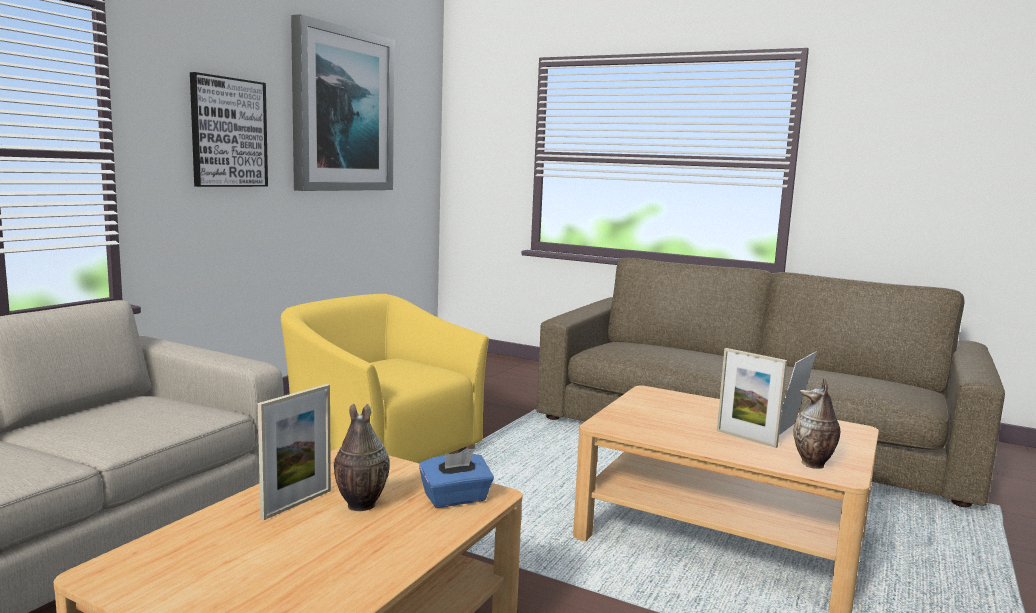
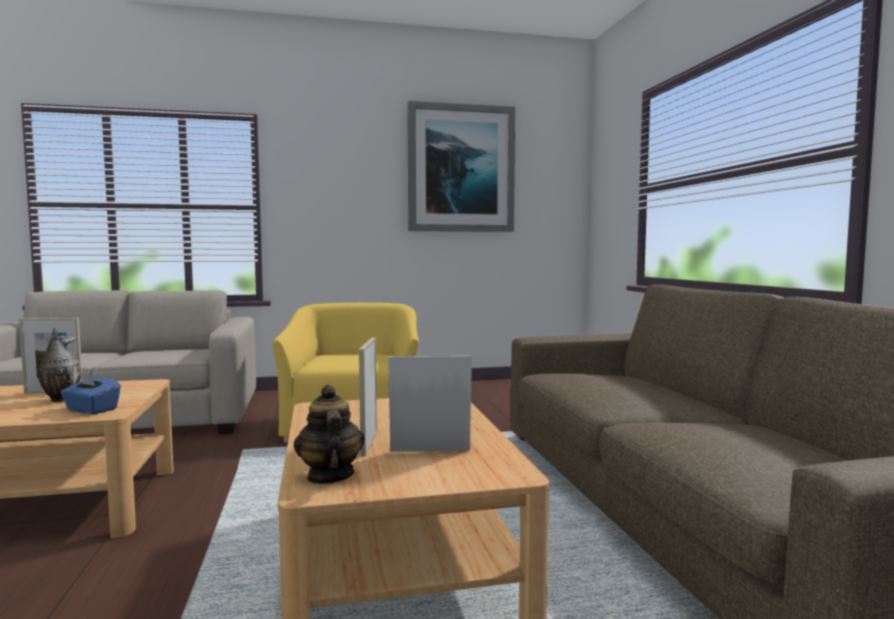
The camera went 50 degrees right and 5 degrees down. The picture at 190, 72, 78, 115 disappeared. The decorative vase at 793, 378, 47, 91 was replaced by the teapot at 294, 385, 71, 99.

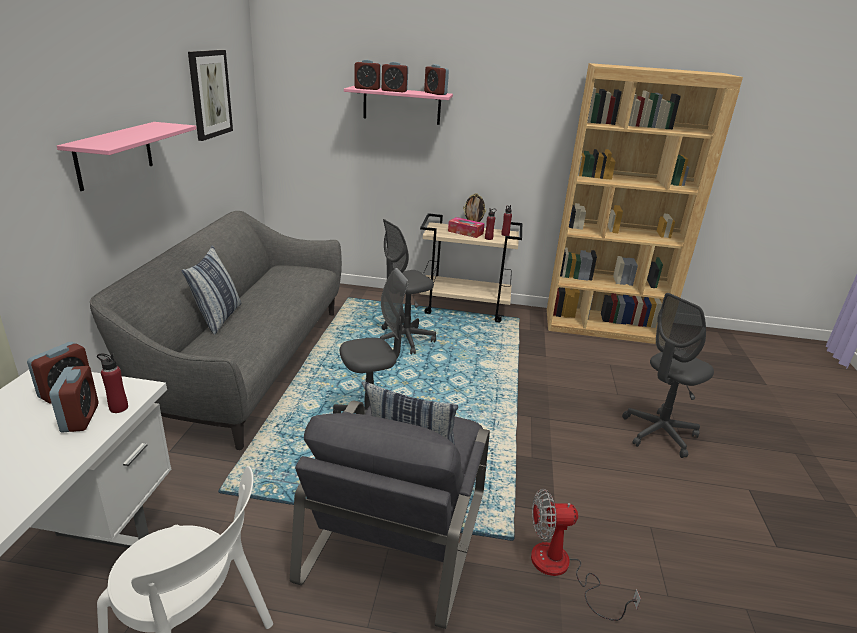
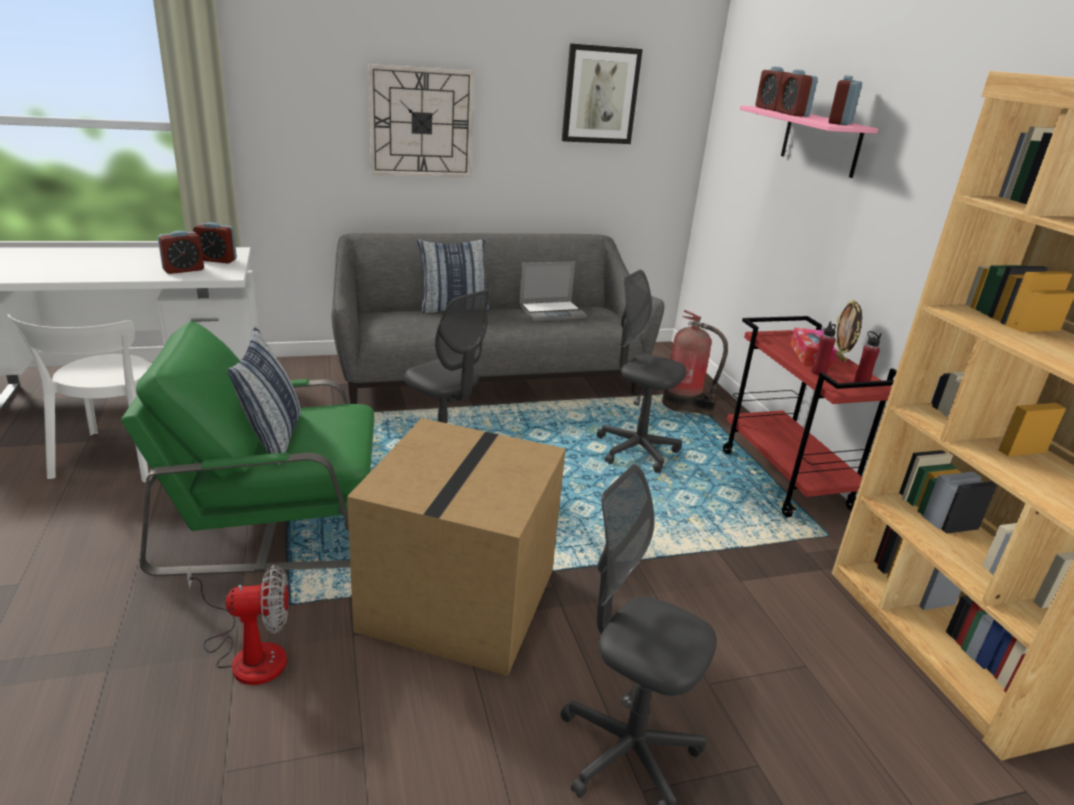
The camera went 65 degrees right and 0 degrees up. The shelf/pink-coloured at 57, 122, 140, 69 was replaced by the clock on the wall at 368, 64, 106, 113. The cart/beige at 419, 213, 103, 110 became the cart/reddish at 723, 316, 174, 202. The bottle/reddish at 97, 353, 31, 60 disappeared. The armchair/grey at 290, 400, 200, 229 became the armchair/green at 121, 321, 253, 255. The cooling fan at 531, 489, 110, 132 turned 105 degrees clockwise. The laptop at 519, 261, 68, 60 appeared. The fire extinguisher at 662, 310, 66, 106 appeared. The carton at 347, 418, 219, 258 appeared.

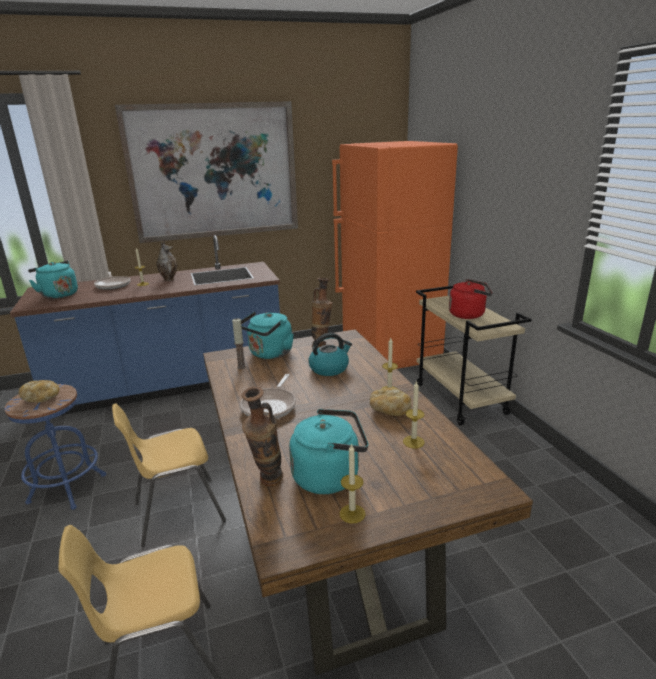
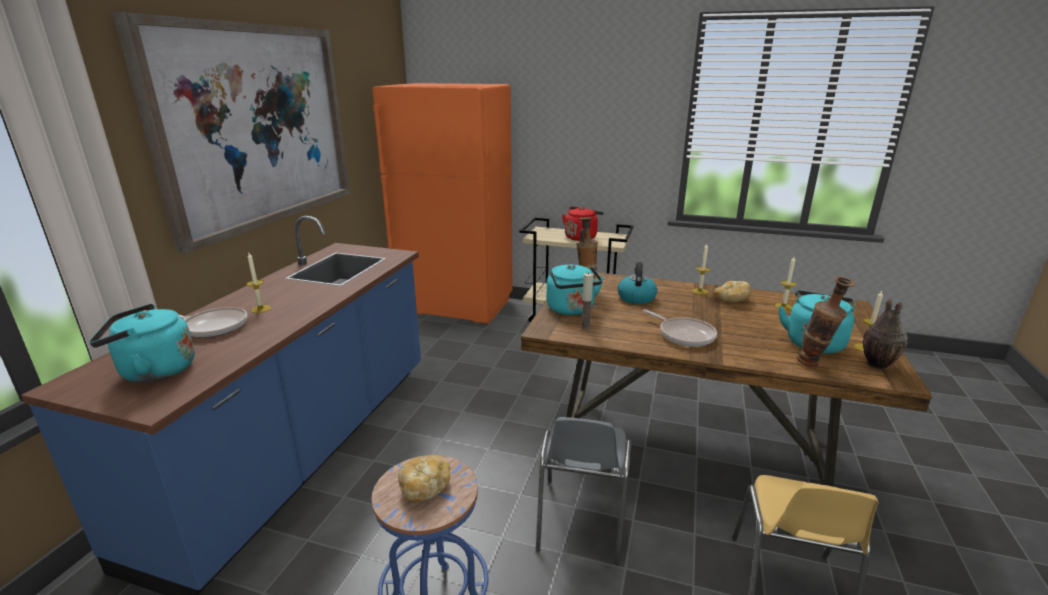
The camera went 55 degrees left and 0 degrees up. The decorative vase moved from 157, 240, 20, 41 to 863, 299, 45, 71. The plain chair/yellow-coloured at 112, 403, 114, 144 became the plain chair/grey at 536, 417, 95, 148.

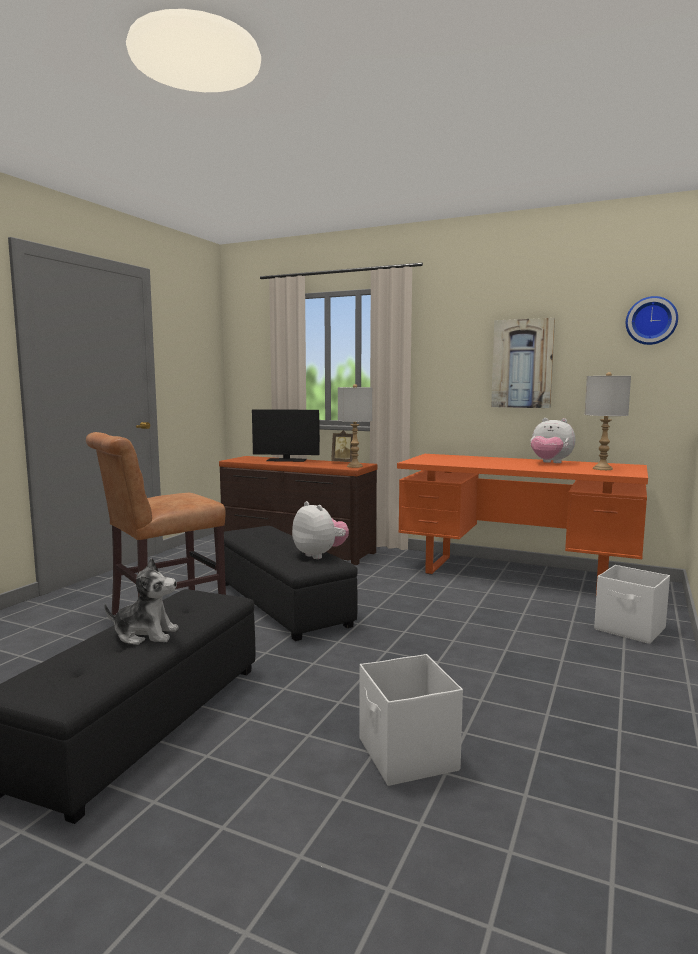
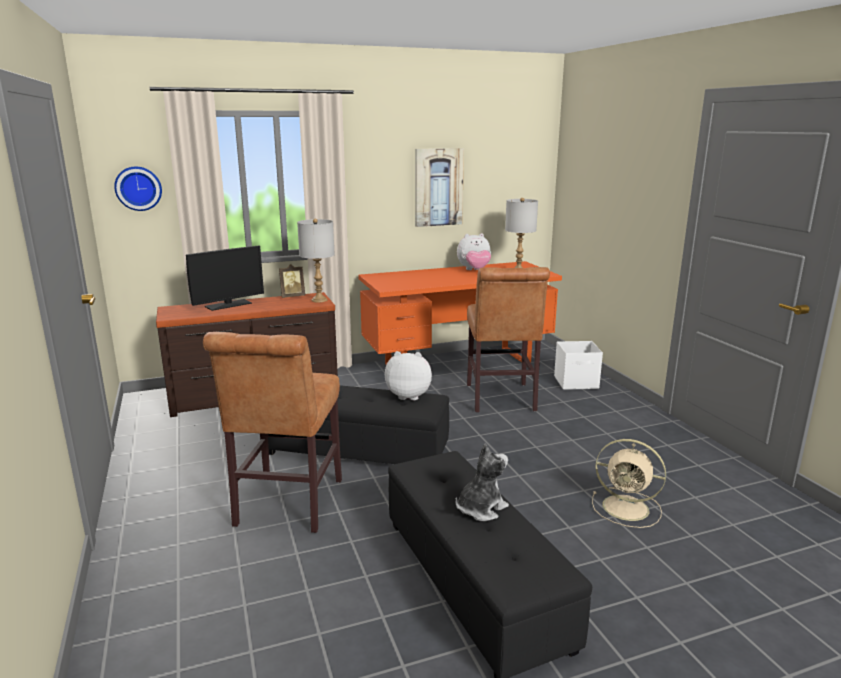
The camera went 45 degrees left and 10 degrees up. The clock on the wall moved from 626, 296, 52, 49 to 114, 167, 48, 44. The storage container/white-coloured at 359, 654, 104, 132 was replaced by the cooling fan/beige at 592, 439, 74, 89. The plain chair/brown at 467, 267, 83, 145 appeared.

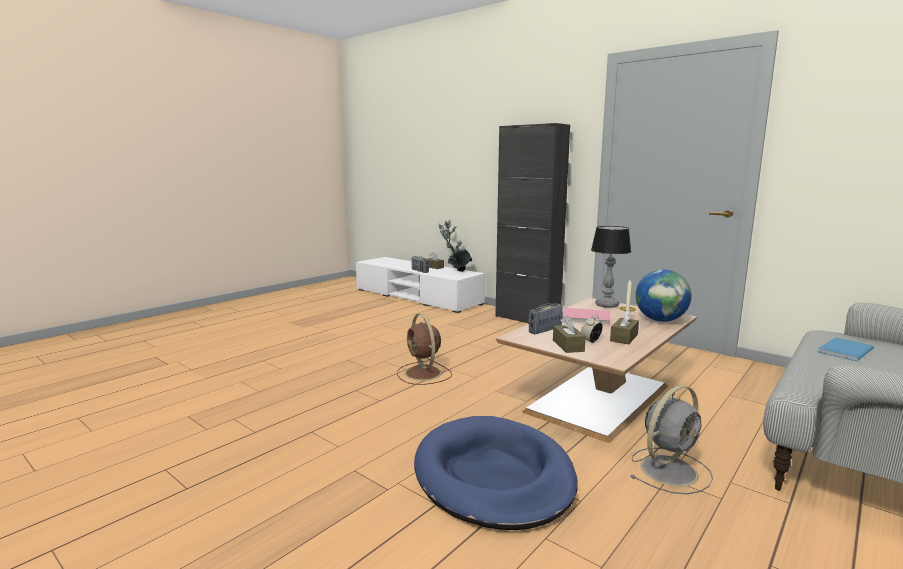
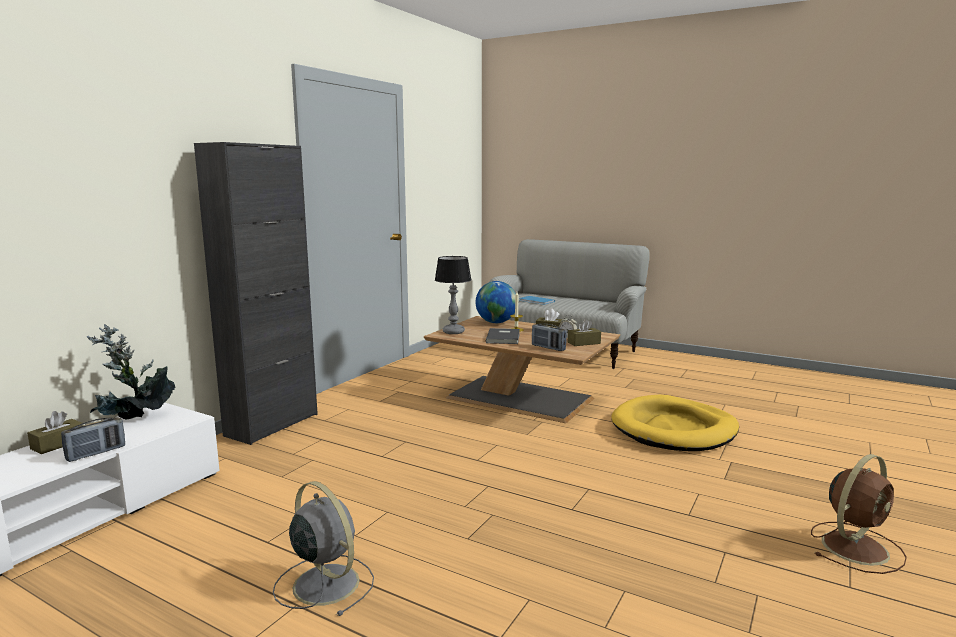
The camera went 100 degrees left and 0 degrees up. The book/pink-coloured at 562, 308, 49, 17 became the book/grey at 486, 328, 34, 16. The cooling fan/brown moved from 397, 313, 55, 72 to 811, 454, 96, 120. The cooling fan/grey moved from 631, 385, 82, 109 to 273, 481, 101, 135. The dog cushion/blue-coloured at 414, 416, 163, 114 became the dog cushion/yellow-coloured at 611, 395, 128, 56.

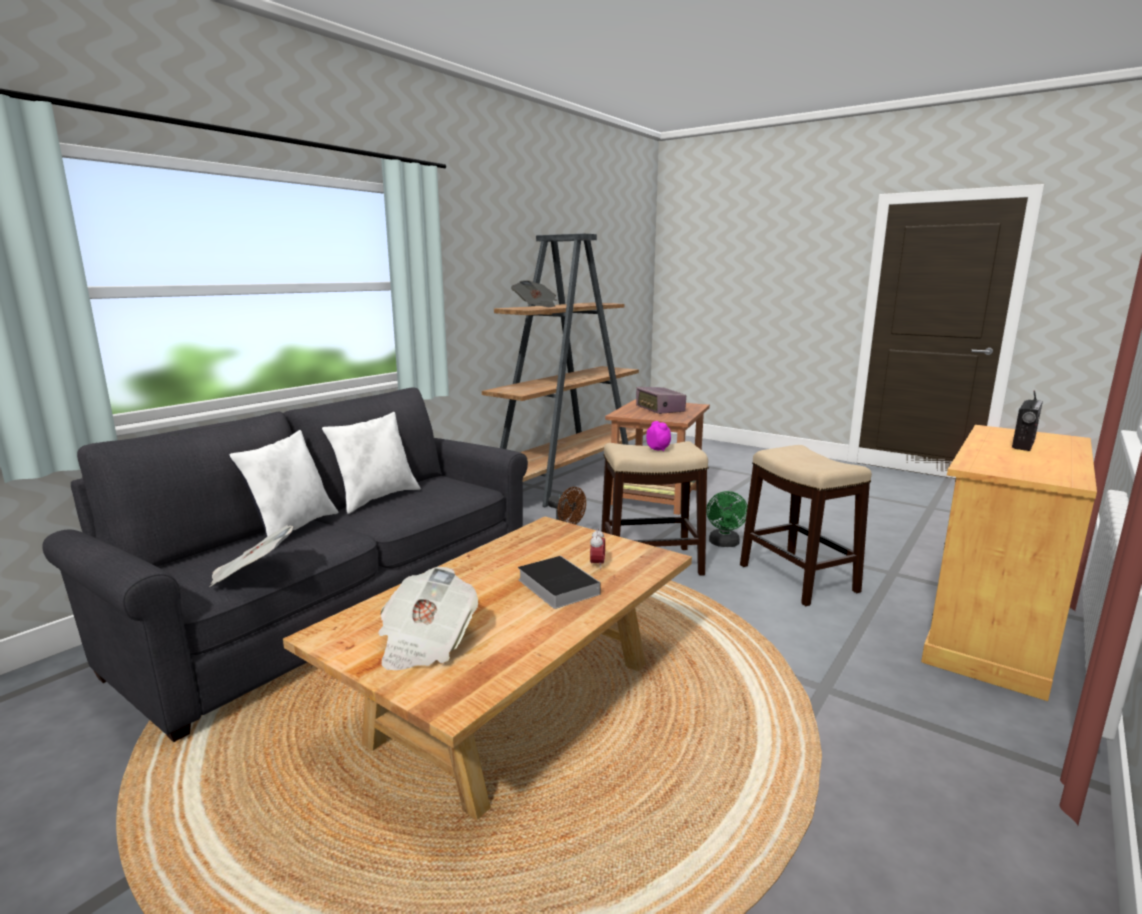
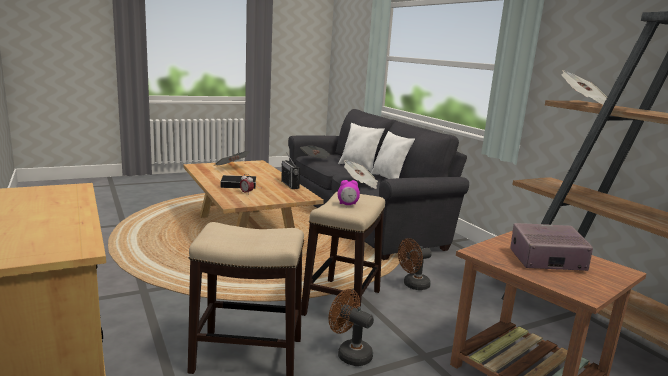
The camera went 115 degrees right and 0 degrees up. The radio moved from 1012, 390, 31, 61 to 281, 152, 19, 37. The cooling fan/green at 706, 491, 42, 56 became the cooling fan/brown at 329, 289, 45, 77. The newspaper at 344, 160, 34, 29 appeared.

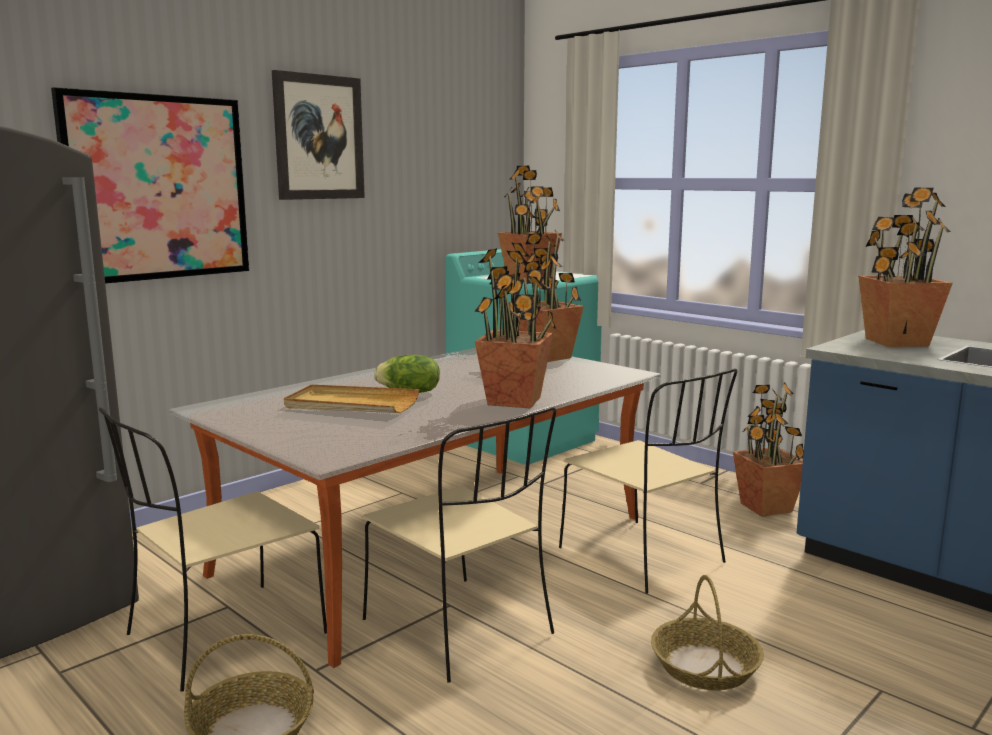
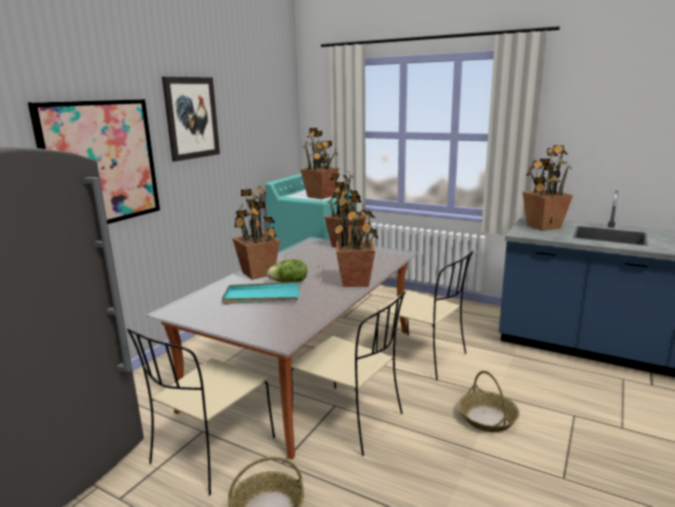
The camera went 15 degrees left and 5 degrees up. The potted plant moved from 733, 382, 71, 135 to 232, 186, 48, 94. The serving tray/beige at 284, 384, 135, 29 became the serving tray/blue-green at 222, 282, 78, 22.

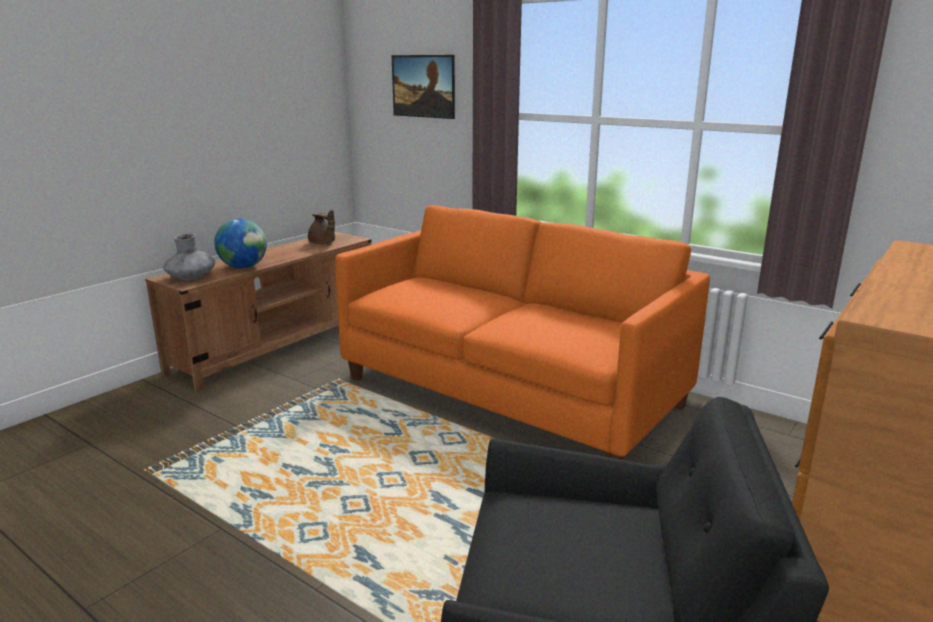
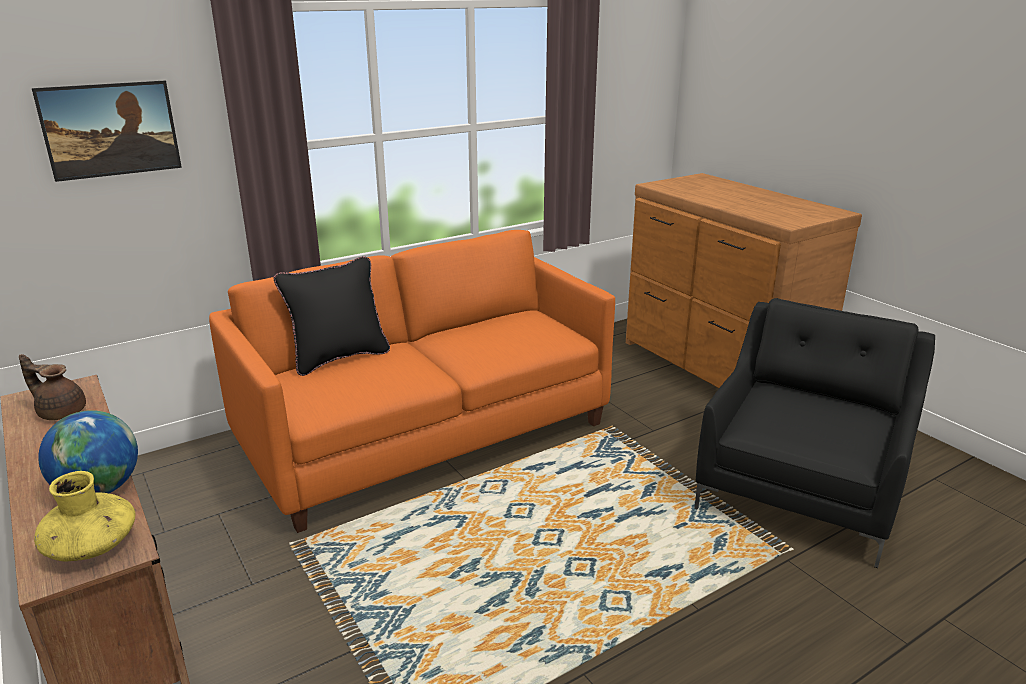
The camera went 70 degrees left and 5 degrees up. The teapot/brown at 308, 210, 27, 34 turned 135 degrees counterclockwise. The decorative vase/grey at 163, 233, 52, 47 became the decorative vase/yellow-coloured at 34, 471, 102, 90. The throw pillow/black-coloured at 273, 256, 117, 120 appeared.

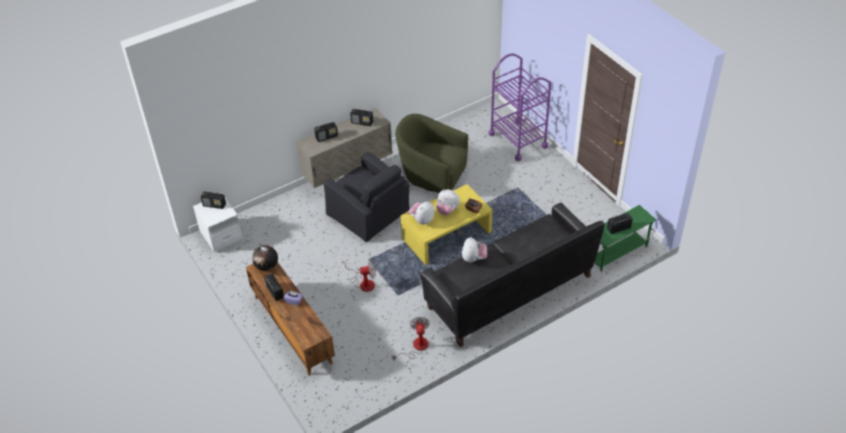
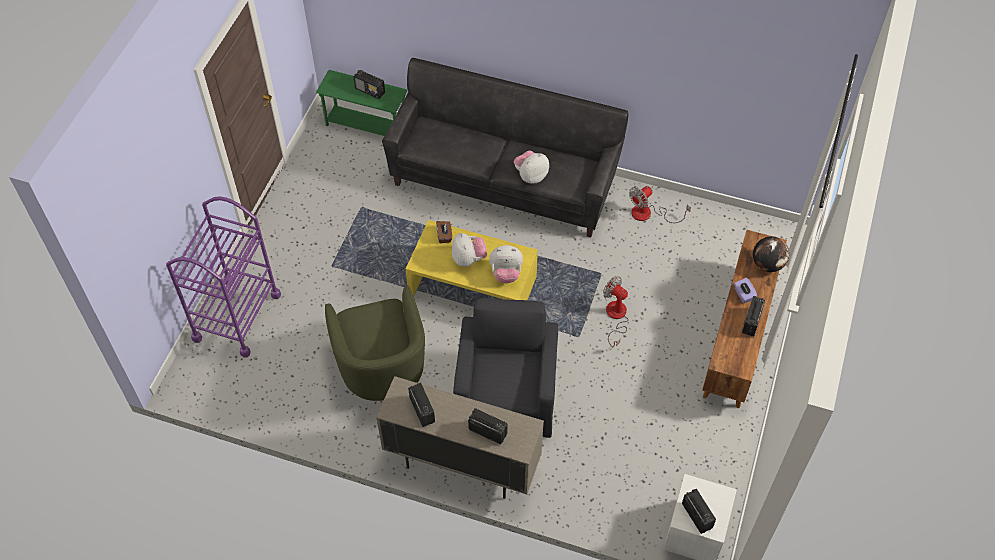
The camera went 130 degrees left and 10 degrees up. The world globe moved from 252, 245, 26, 26 to 753, 236, 36, 36.

